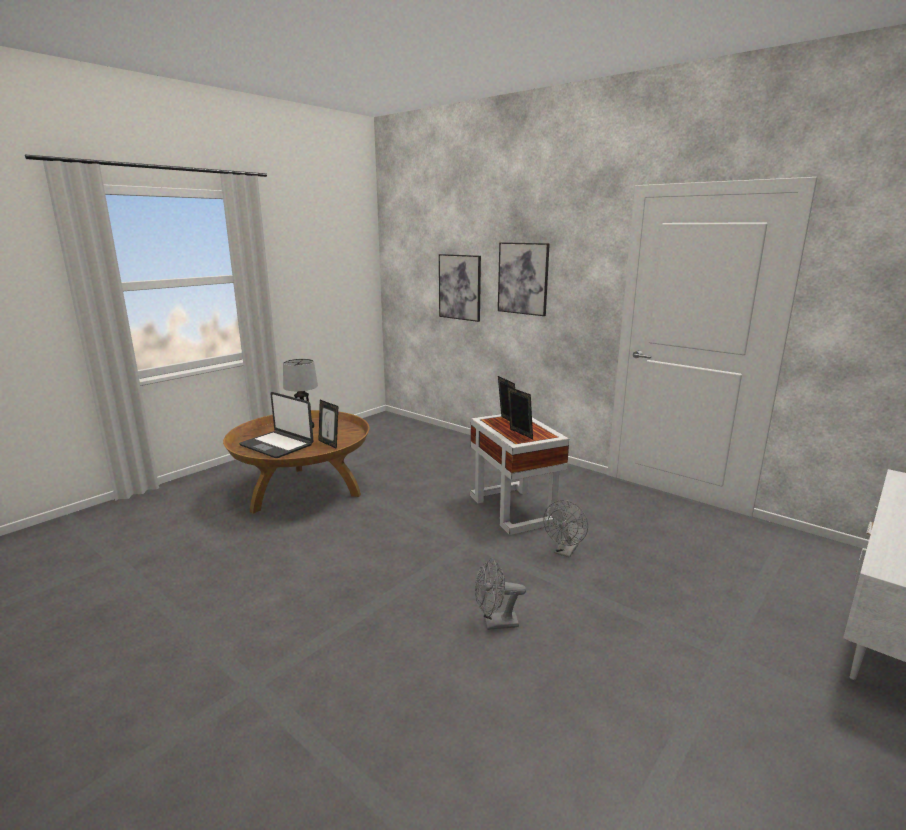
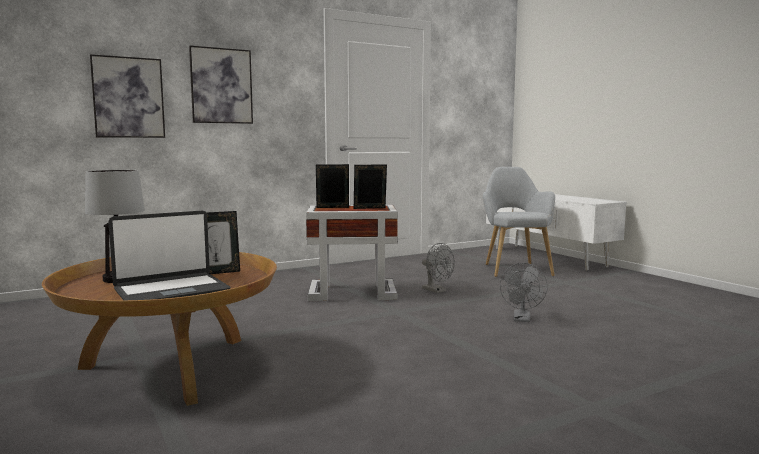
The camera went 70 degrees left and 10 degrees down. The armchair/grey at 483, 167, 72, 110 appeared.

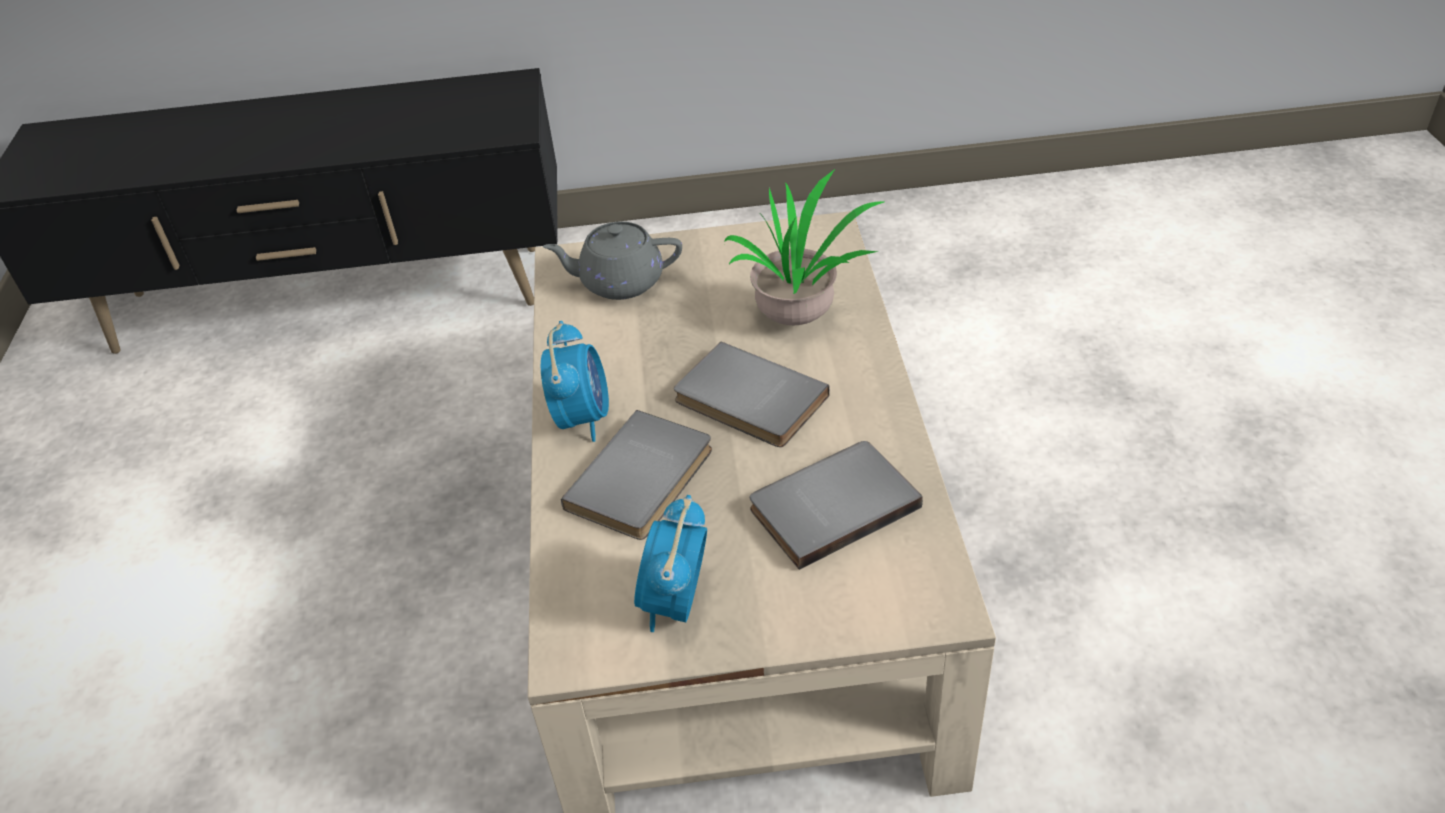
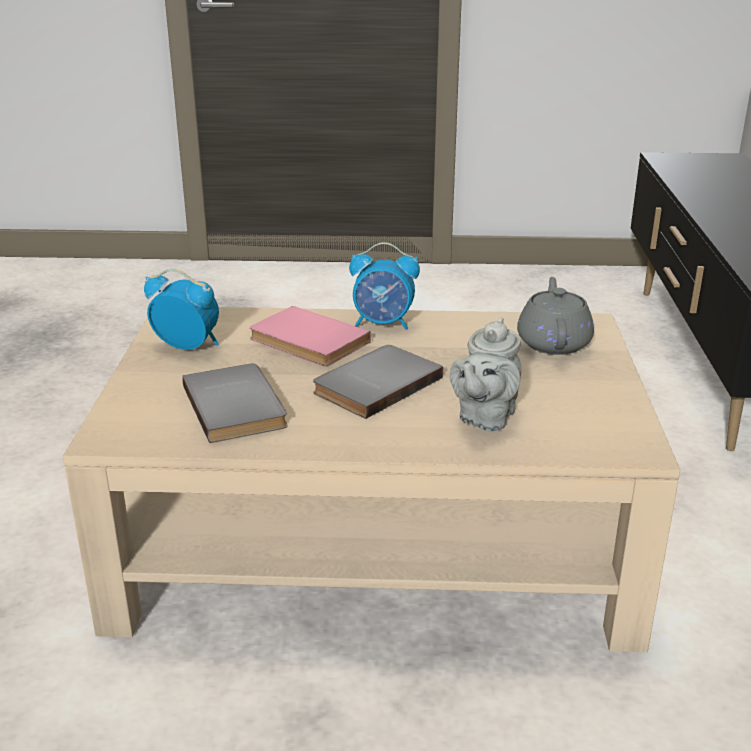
The camera went 95 degrees right and 15 degrees down. The potted plant at 724, 168, 160, 157 was replaced by the teapot/grey at 450, 317, 72, 115. The book/grey at 561, 410, 151, 130 became the book/pink-coloured at 250, 306, 121, 60.

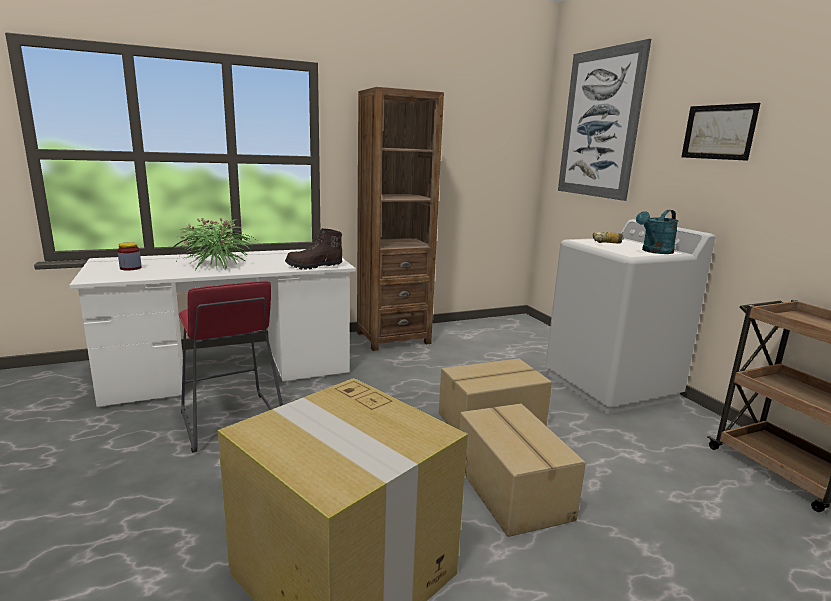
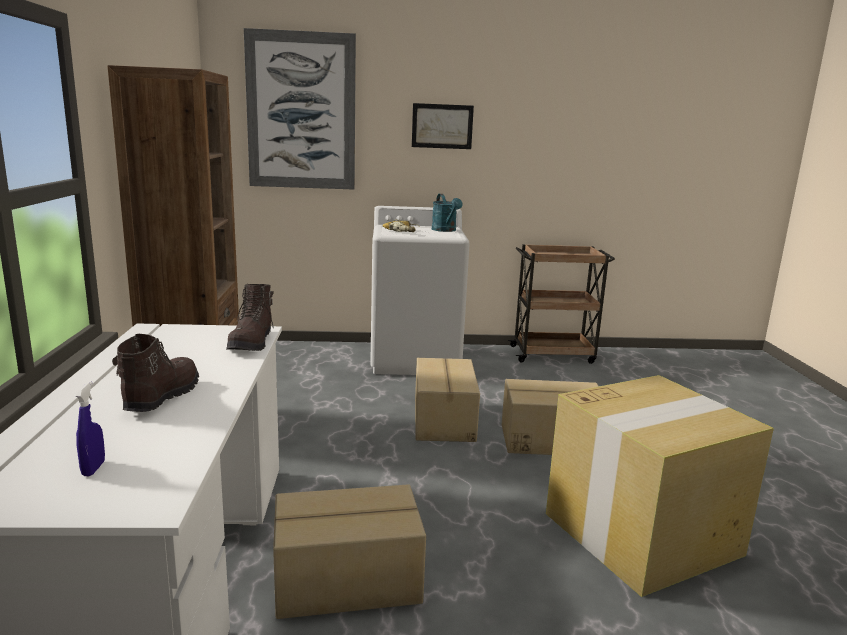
The camera went 70 degrees left and 0 degrees up. The potted plant at 169, 217, 86, 53 was replaced by the boot/brown at 112, 334, 87, 78. The preserve jar at 117, 242, 25, 29 was replaced by the sprayer/blue-coloured at 76, 381, 29, 95. The stool seat/reddish at 178, 281, 105, 172 was replaced by the carton at 273, 484, 153, 135.

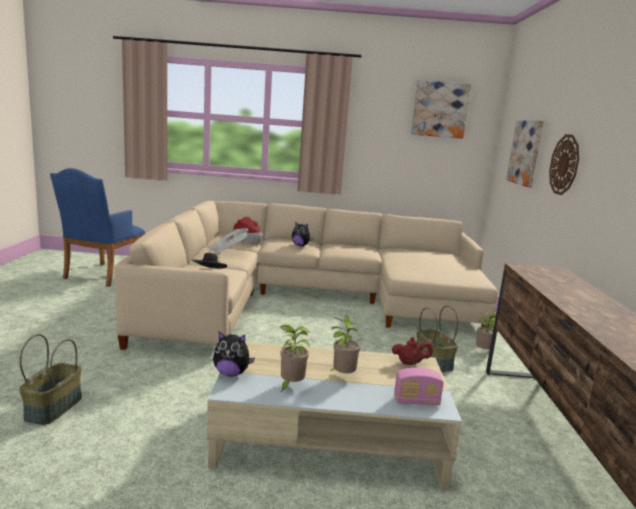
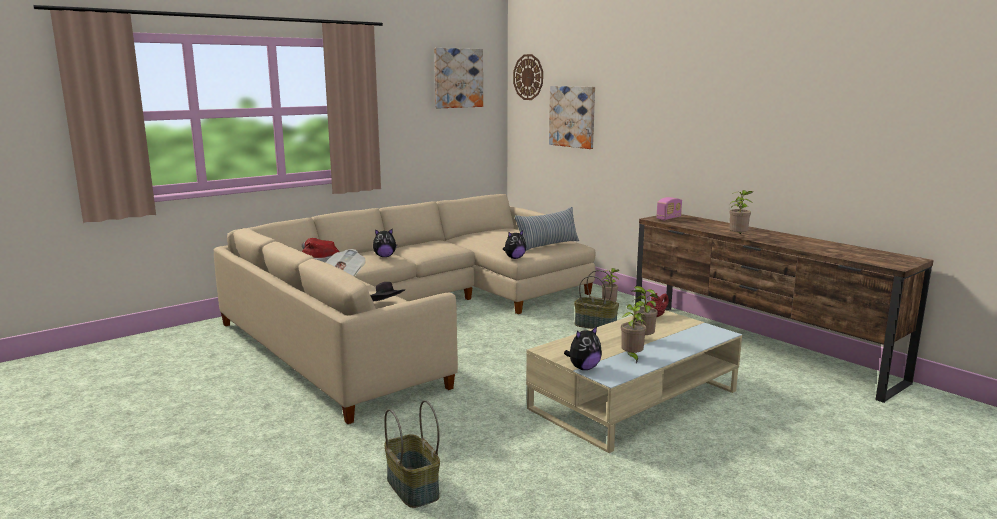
The camera went 40 degrees left and 0 degrees up. The clock on the wall moved from 549, 134, 30, 61 to 513, 54, 30, 46. The armchair/blue-coloured at 50, 168, 96, 119 disappeared. The radio moved from 394, 368, 50, 38 to 656, 197, 26, 23. The potted plant at 729, 190, 24, 44 appeared. The throw pillow at 515, 207, 64, 44 appeared. The plush toy at 503, 230, 23, 29 appeared.

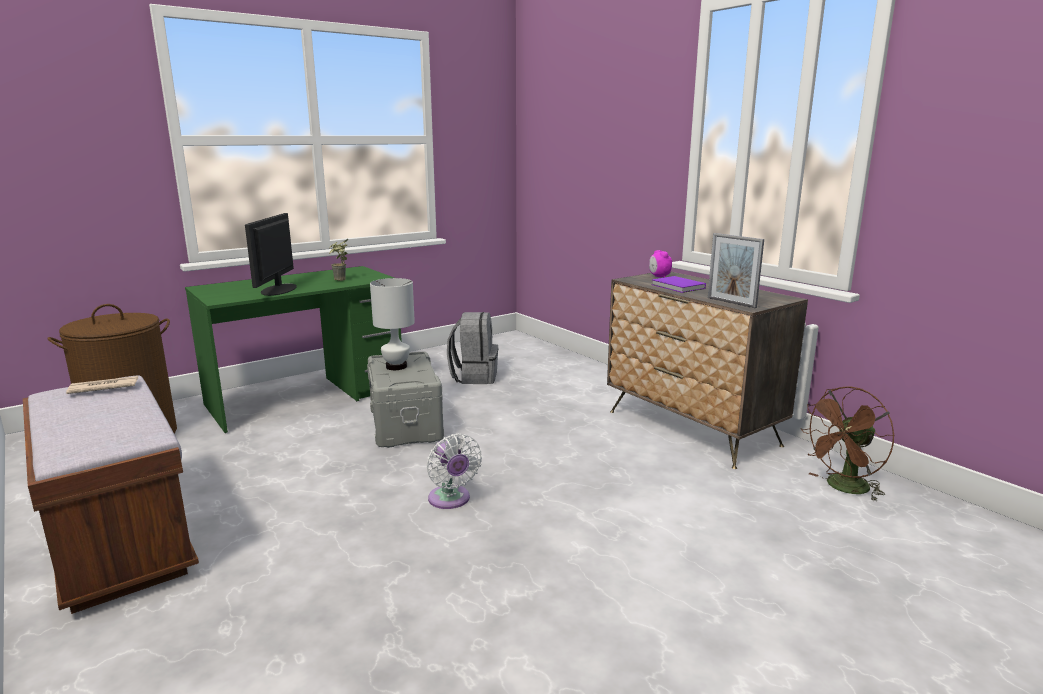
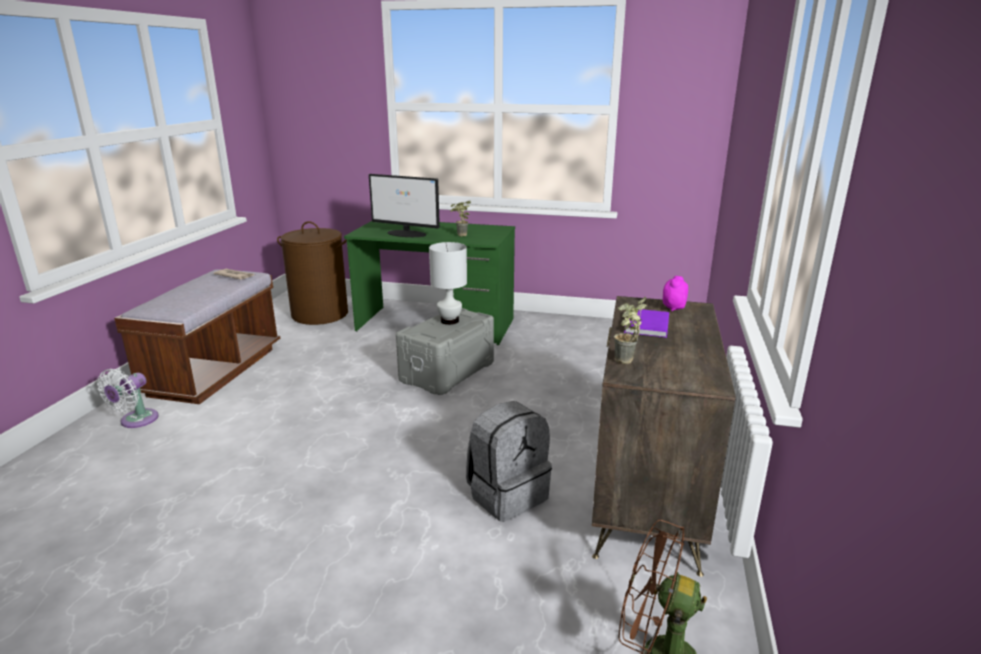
The camera went 50 degrees right and 5 degrees up. The monitor at 245, 213, 52, 83 turned 120 degrees counterclockwise. The photo frame at 708, 233, 56, 75 was replaced by the potted plant at 614, 297, 33, 67. The backpack/grey moved from 447, 312, 51, 72 to 466, 401, 86, 121. The cooling fan/white-coloured moved from 426, 434, 56, 75 to 97, 369, 62, 59.

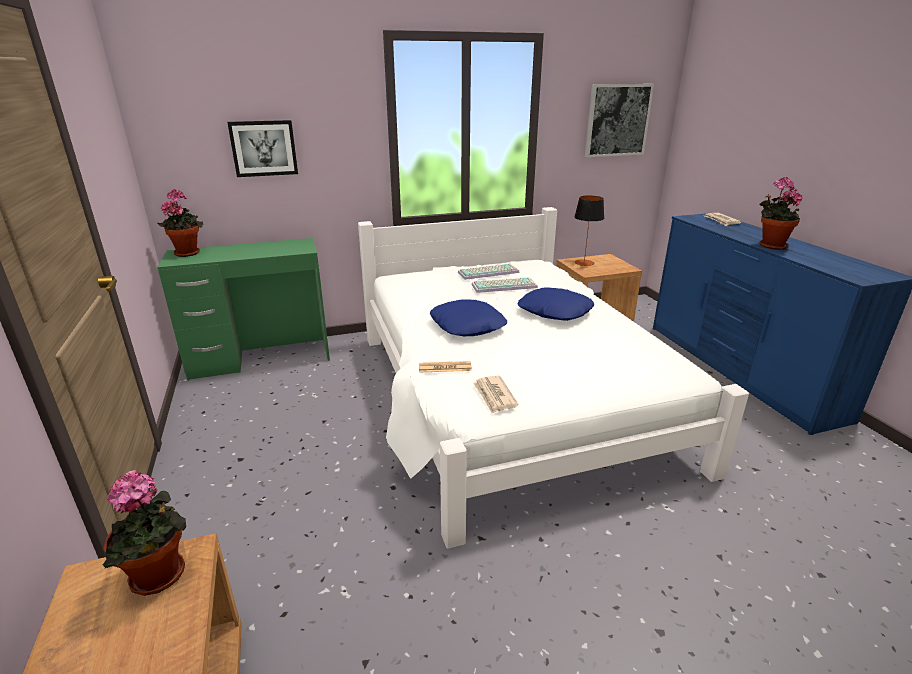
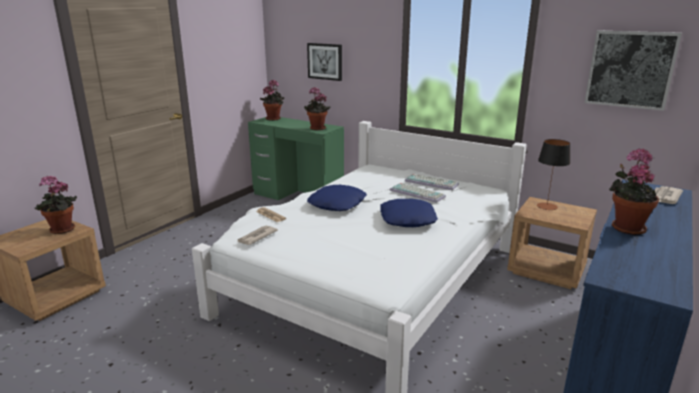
The camera went 50 degrees right and 5 degrees down. The potted plant at 304, 87, 27, 43 appeared.

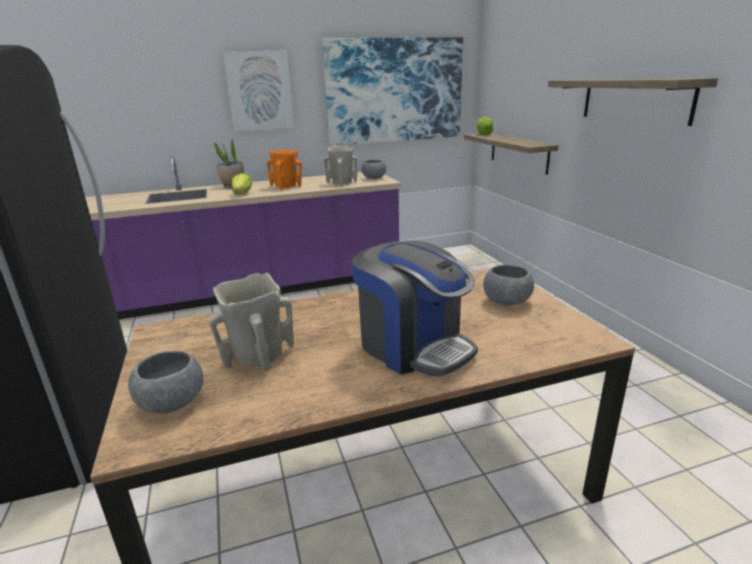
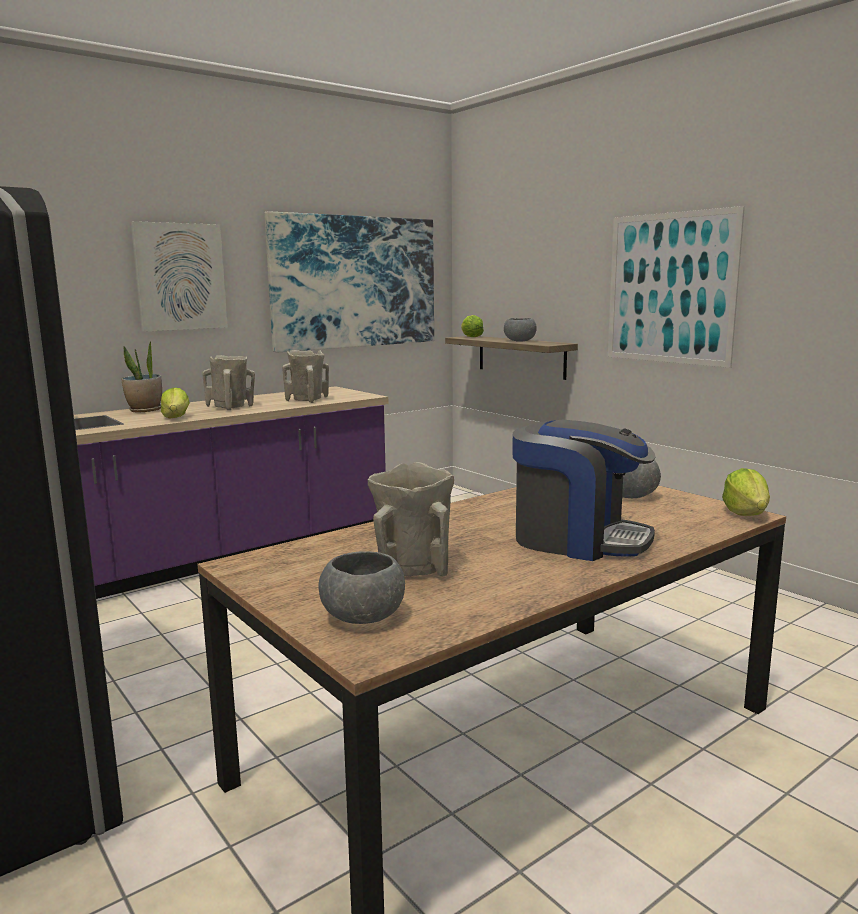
The camera went 20 degrees left and 10 degrees down. The shelf at 548, 78, 170, 48 was replaced by the picture at 608, 206, 137, 162. The decorative vase/orange-coloured at 267, 149, 35, 41 became the decorative vase/beige at 202, 355, 53, 55. The bowl/grey moved from 361, 160, 25, 19 to 504, 318, 33, 24. The head of lettuce at 722, 468, 48, 48 appeared.

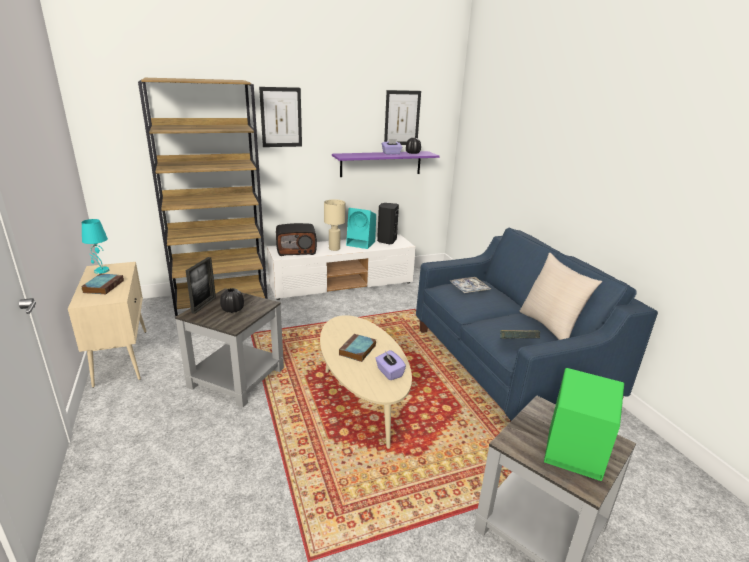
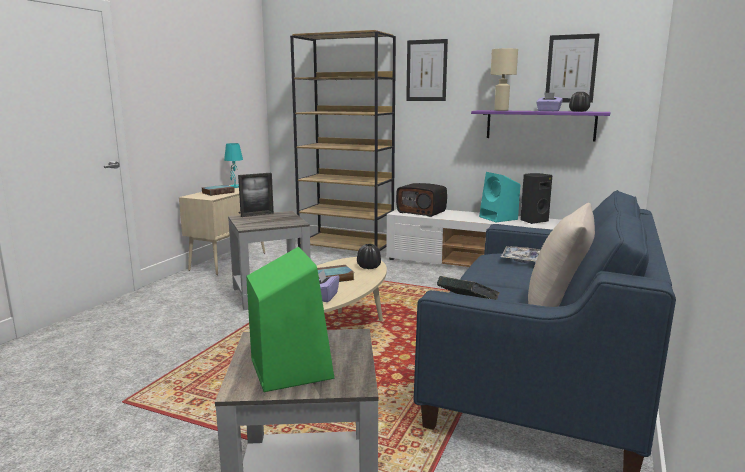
The camera went 45 degrees right and 10 degrees down. The tabletop lamp/beige moved from 324, 199, 21, 52 to 491, 48, 27, 63. The decorative vase/black-coloured moved from 220, 288, 24, 25 to 357, 244, 24, 25.

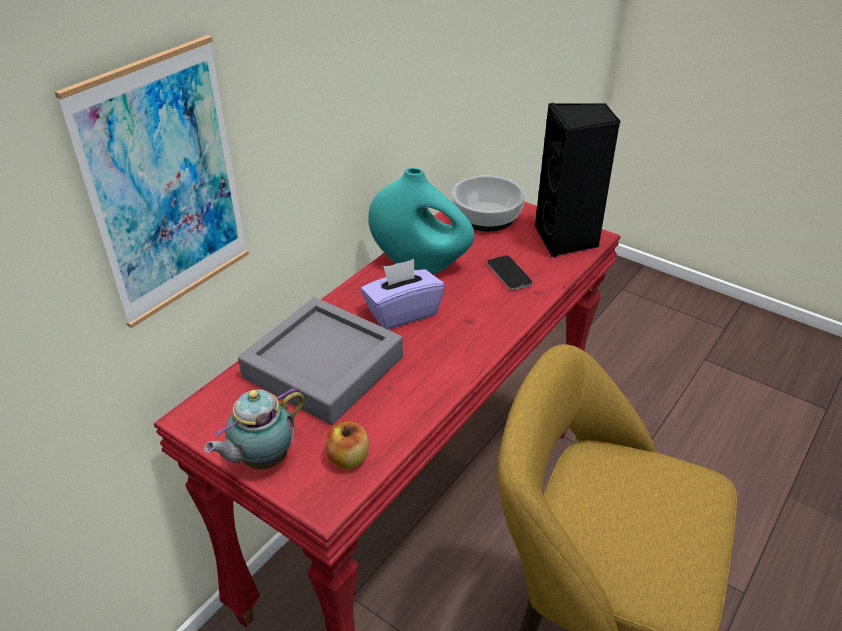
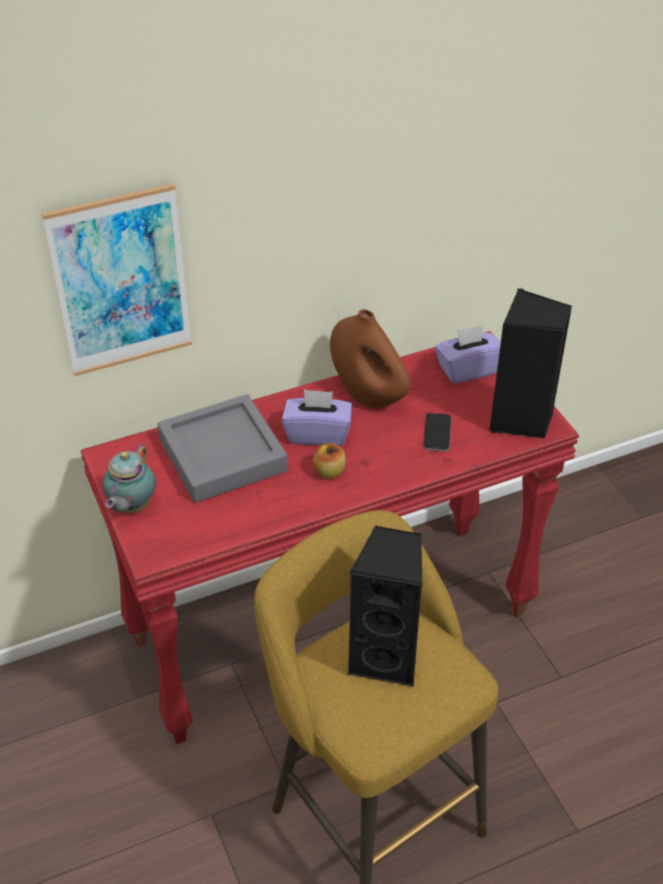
The camera went 30 degrees right and 5 degrees up. The decorative vase/blue-green at 368, 168, 107, 106 became the decorative vase/brown at 330, 309, 81, 99. The bowl at 451, 176, 74, 55 was replaced by the tissue holder/purple at 435, 325, 66, 59. The teapot at 204, 387, 101, 82 turned 60 degrees counterclockwise. The apple fruit moved from 325, 422, 44, 47 to 313, 443, 33, 36. The audio speaker/black-coloured at 348, 526, 74, 161 appeared.

